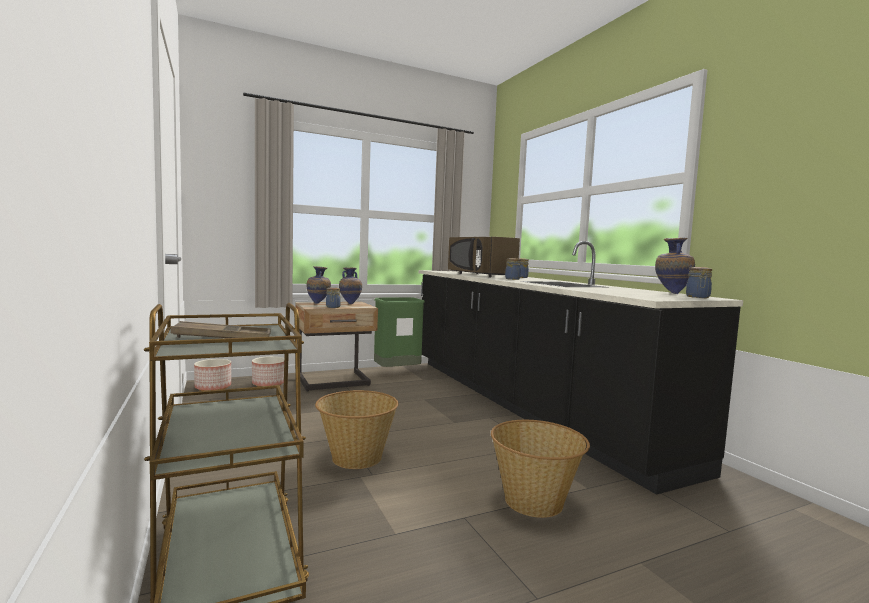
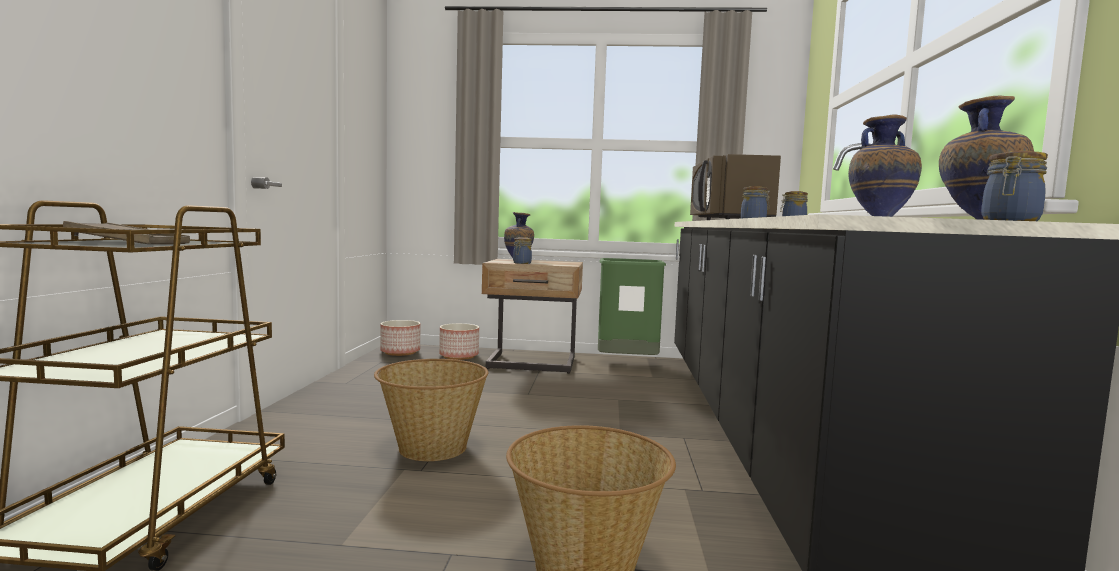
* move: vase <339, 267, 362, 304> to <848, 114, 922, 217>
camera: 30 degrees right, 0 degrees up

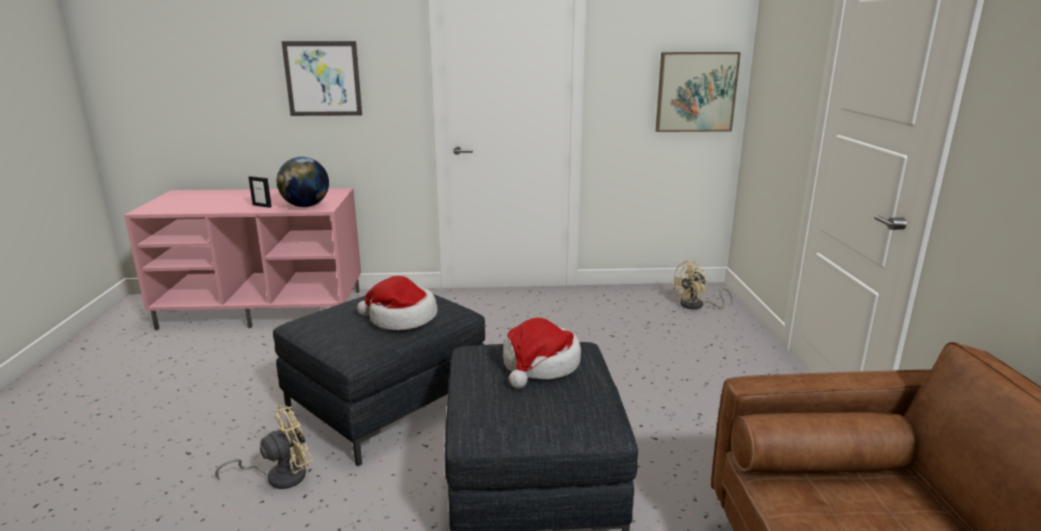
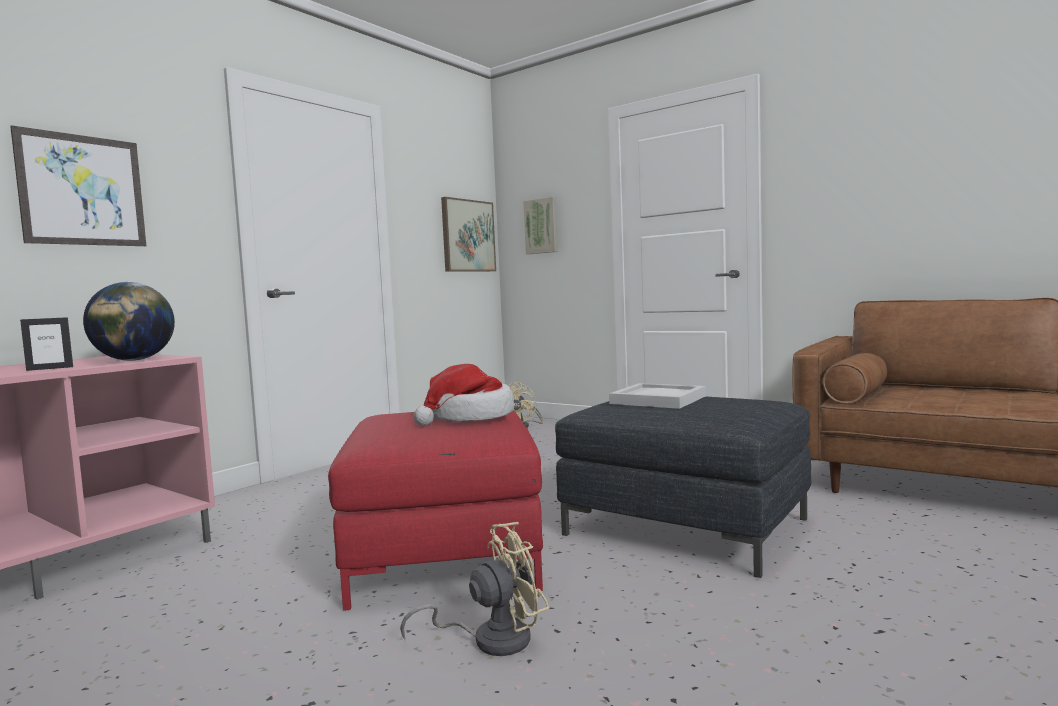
* rotate: beige_fan <215, 405, 313, 489> = <400, 522, 549, 656> 60 degrees clockwise
* recolor: grey_ottoman <273, 294, 485, 466> to red_ottoman <328, 411, 543, 611>
* replace: hat <503, 318, 581, 389> to white_tray <609, 383, 706, 409>
* insert: picture <523, 197, 558, 254>
camera: 50 degrees left, 15 degrees down

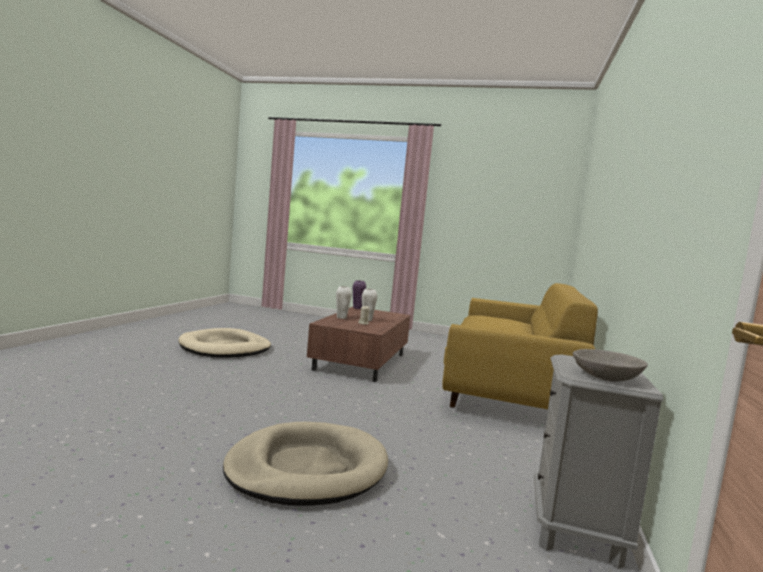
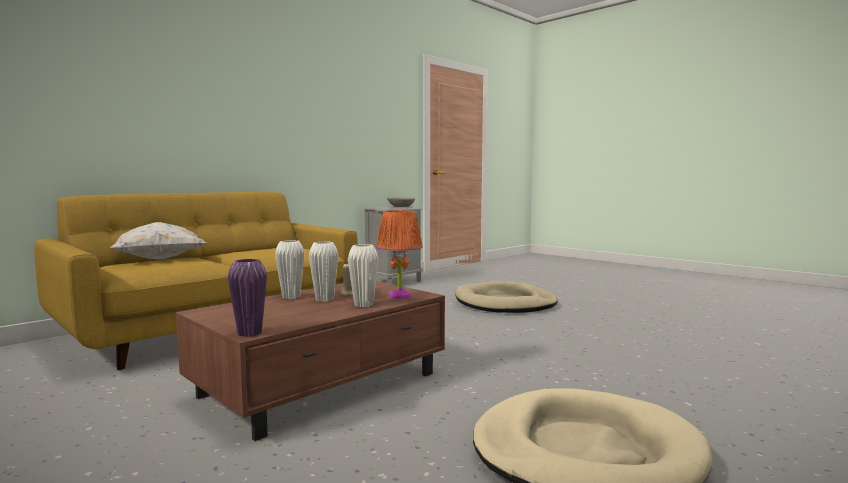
* insert: white_pillow <110, 222, 206, 259>
* insert: white_vase <275, 240, 305, 299>
* insert: orange_table_lamp <376, 210, 423, 299>
camera: 150 degrees left, 0 degrees up

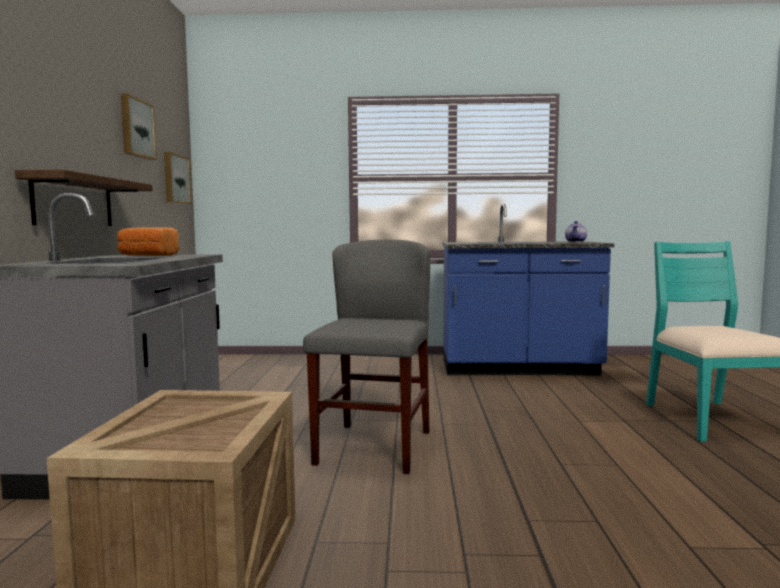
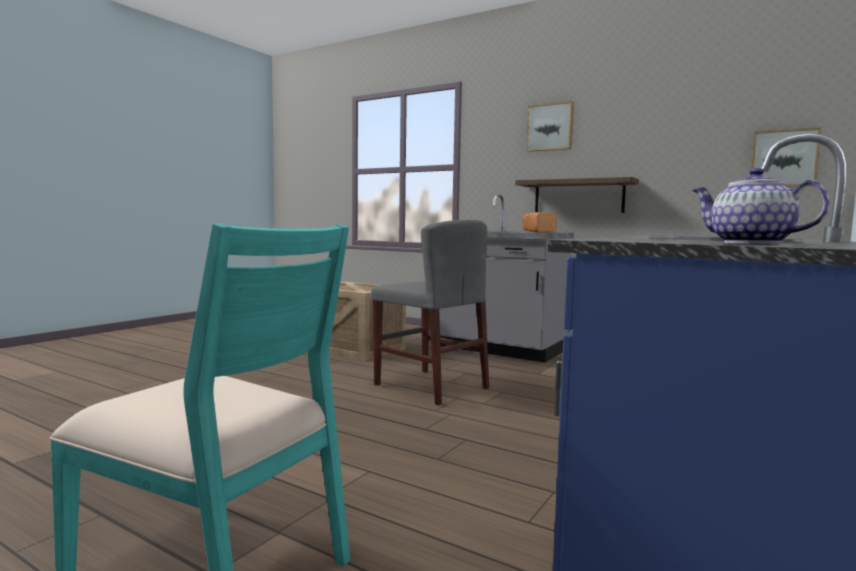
* move: picture <121, 94, 157, 160> to <526, 101, 574, 152>
camera: 120 degrees right, 0 degrees up

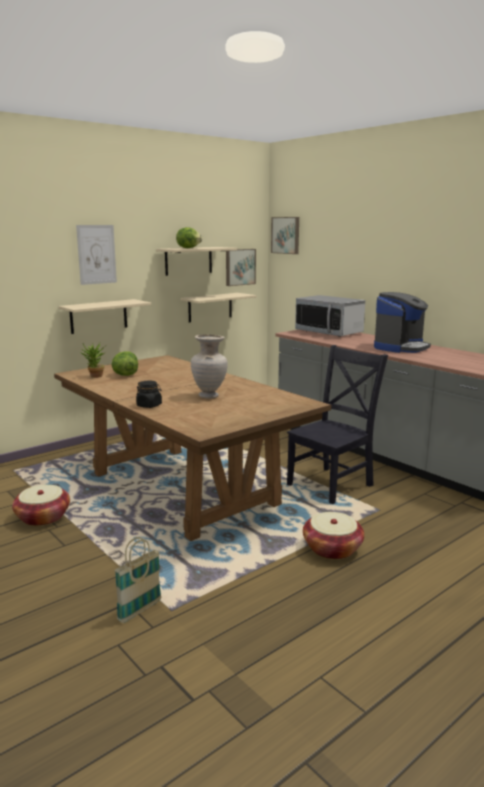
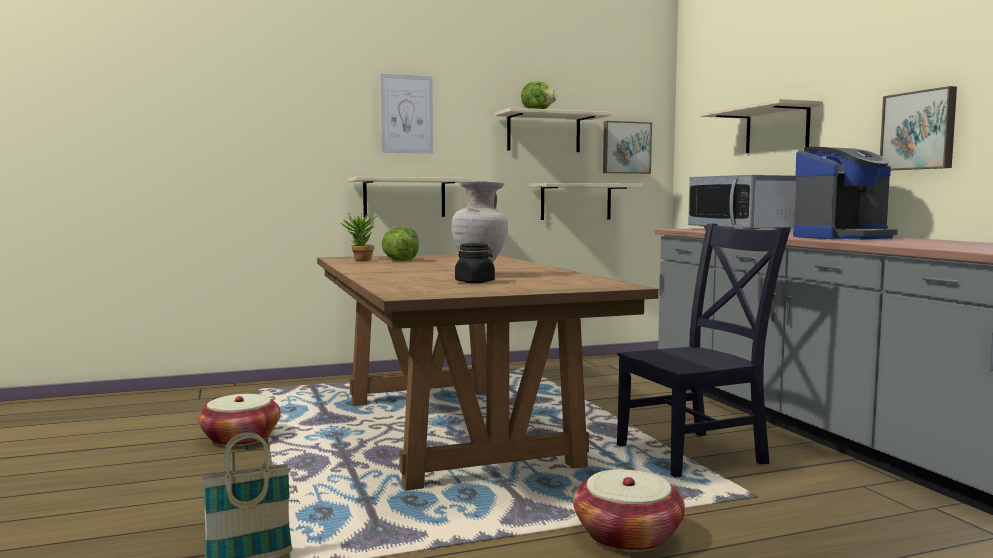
* move: black_jar <136, 381, 162, 408> to <455, 243, 495, 283>
* move: picture <271, 217, 299, 254> to <880, 86, 957, 170>
* insert: beige_shelf <700, 99, 823, 153>
camera: 20 degrees right, 10 degrees down

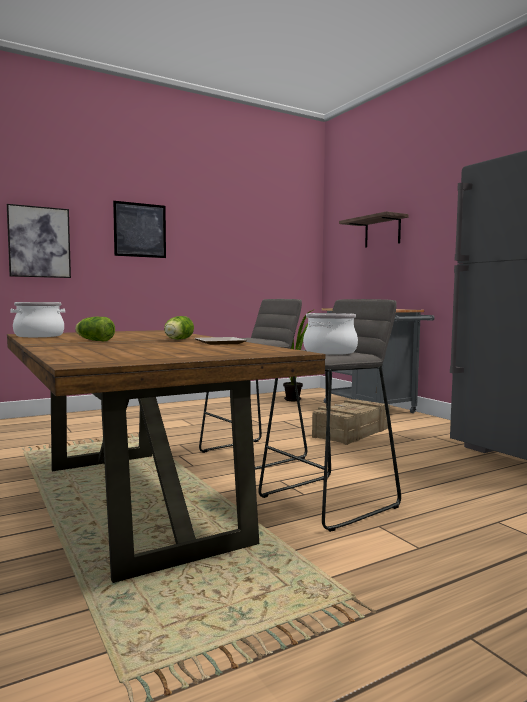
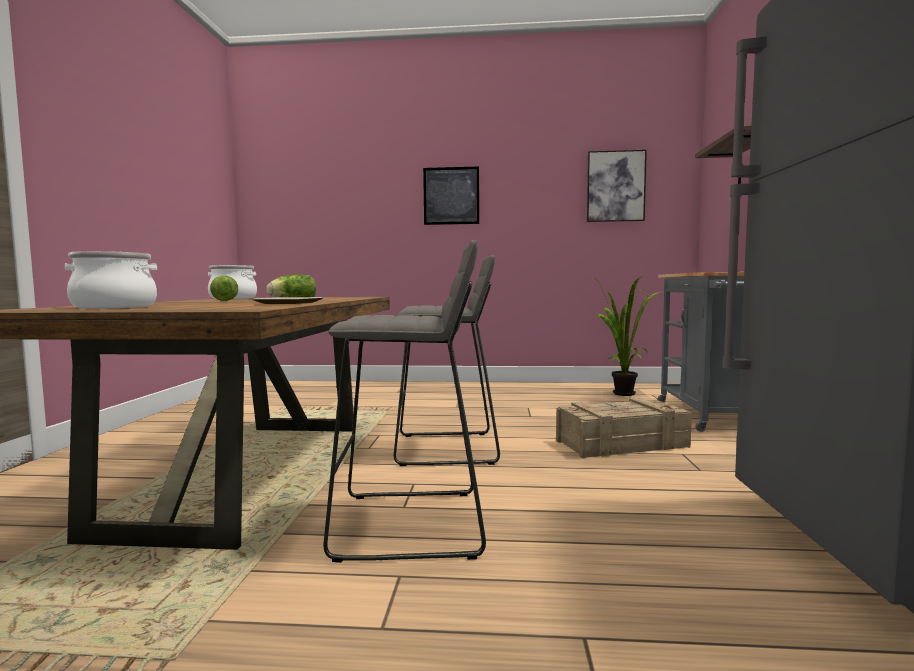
* move: picture <7, 204, 71, 278> to <587, 150, 647, 222>
* move: cooking_pot <303, 313, 358, 355> to <65, 251, 157, 309>
camera: 35 degrees right, 0 degrees up

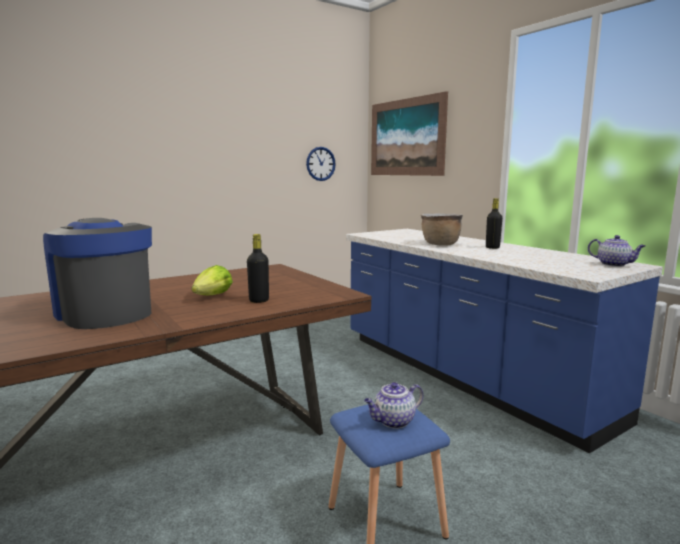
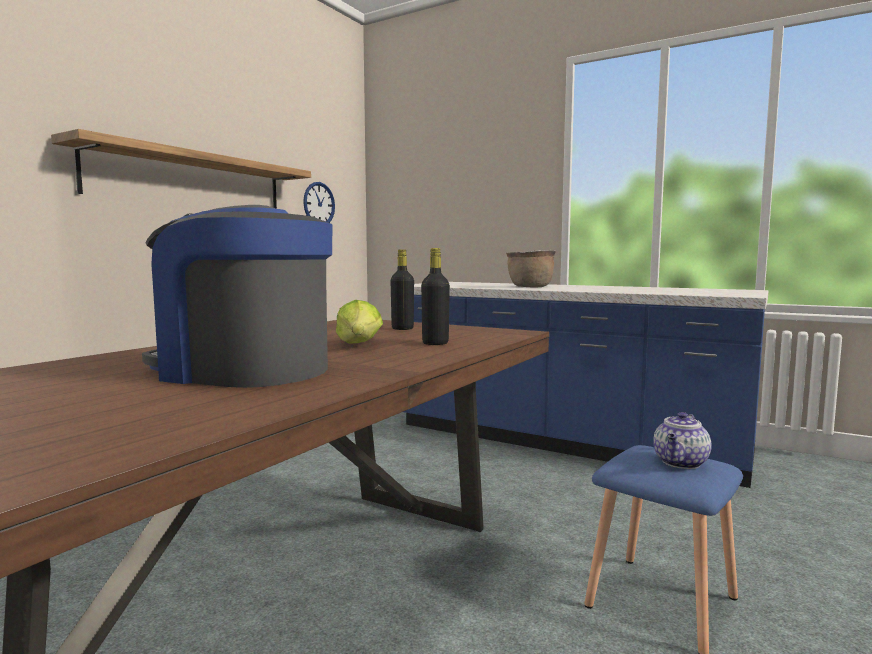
* delete: picture <371, 91, 448, 176>
* move: black_bottle <486, 198, 502, 249> to <391, 249, 414, 330>
* delete: teapot <588, 235, 645, 267>
* insert: shelf <51, 129, 311, 209>
camera: 25 degrees left, 5 degrees down

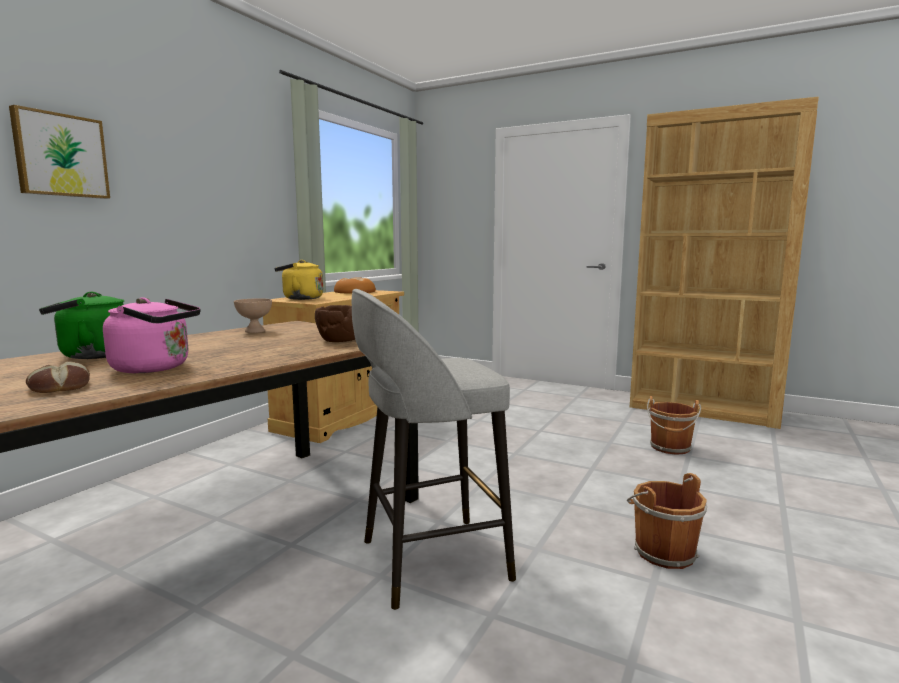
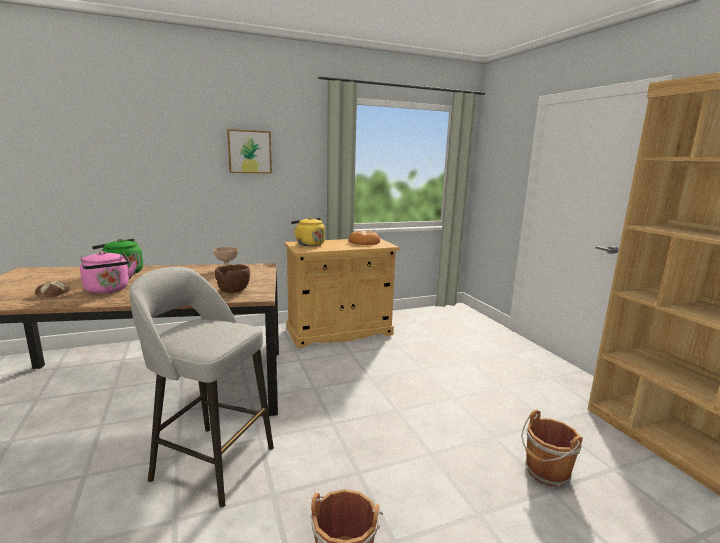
* move: picture <9, 105, 110, 199> to <227, 129, 272, 173>
camera: 40 degrees right, 5 degrees up

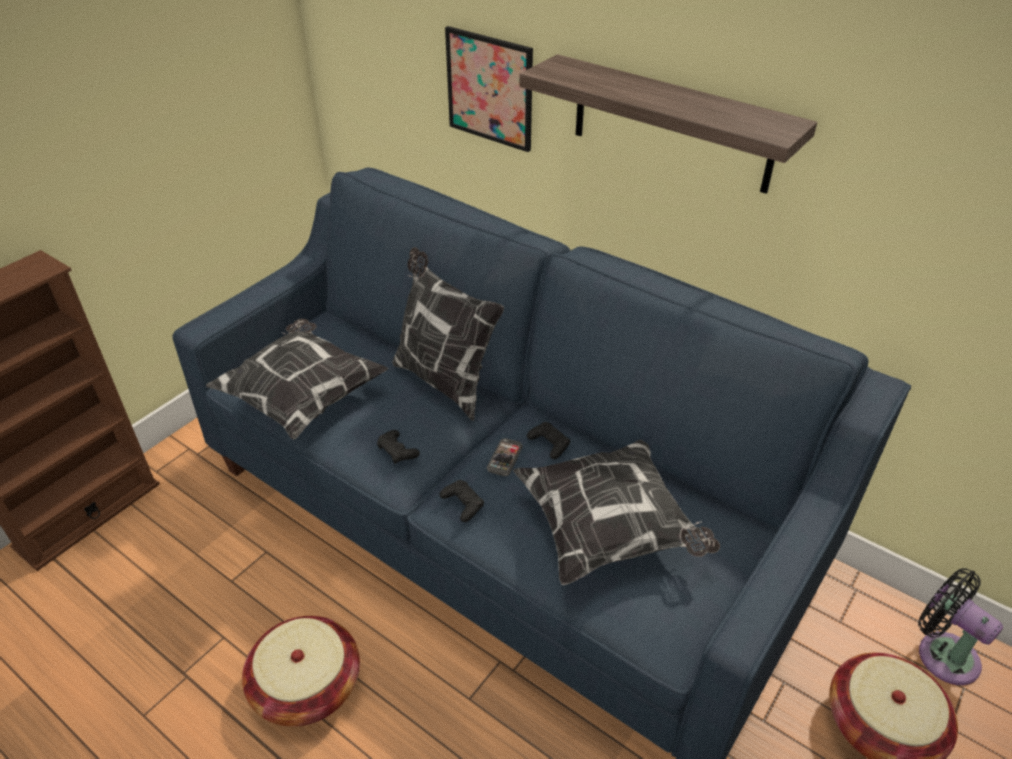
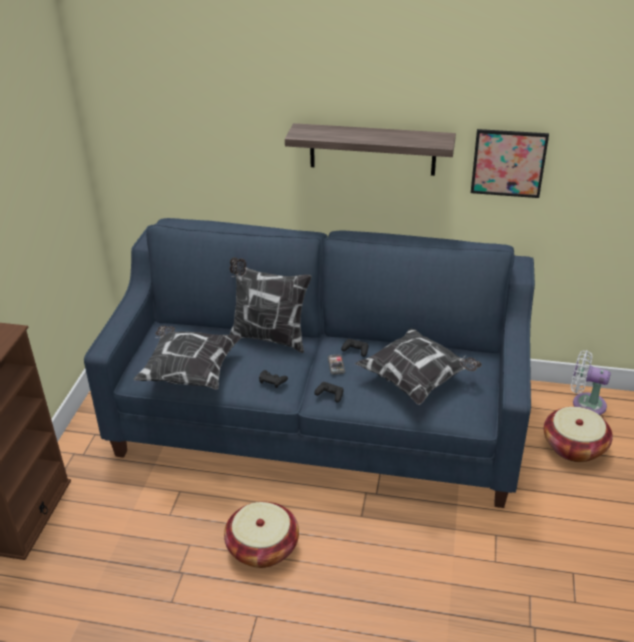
* move: picture <445, 26, 533, 152> to <471, 129, 549, 198>
* recolor: black_fan <918, 568, 1003, 685> to white_fan <571, 350, 611, 415>
camera: 25 degrees left, 5 degrees down

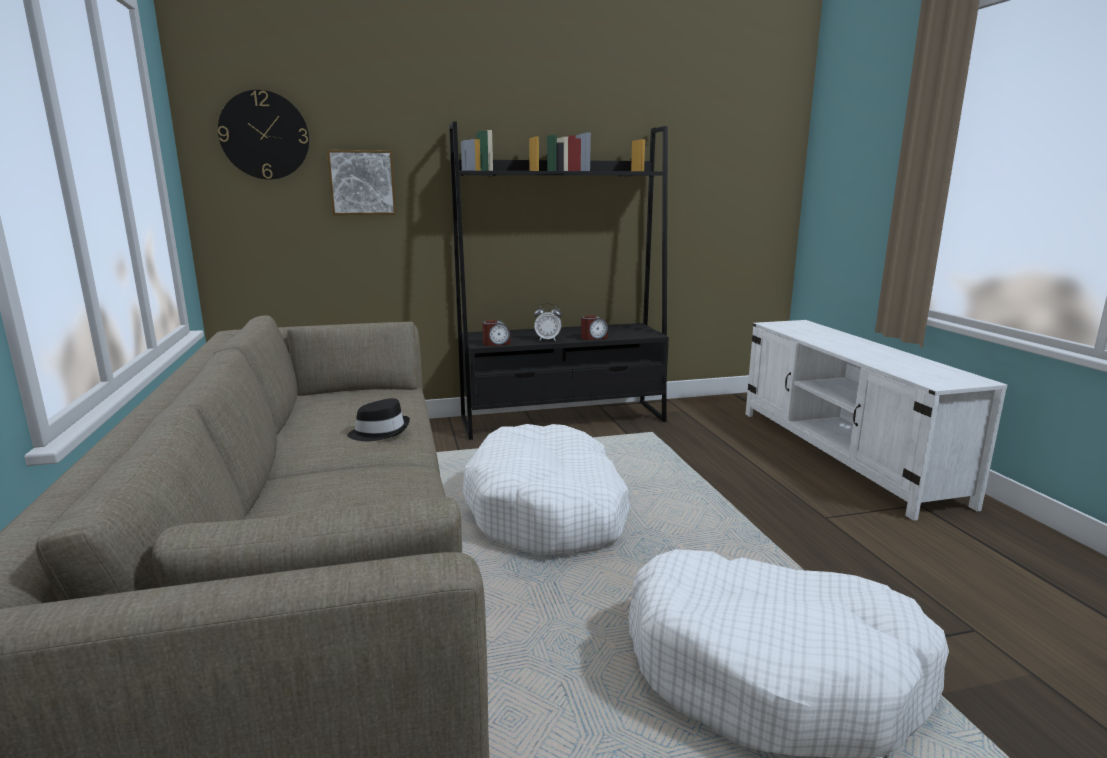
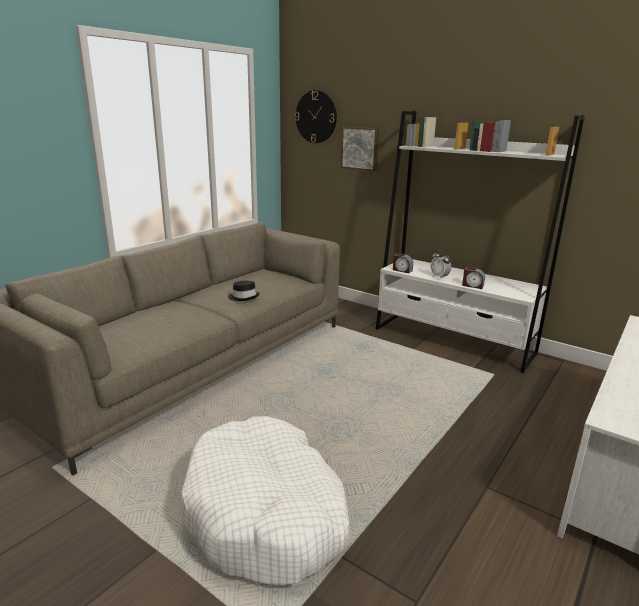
* recolor: black_bookcase <449, 121, 669, 440> to white_bookcase <376, 111, 585, 373>
* delete: white_dog_bed <463, 424, 630, 555>
camera: 50 degrees right, 5 degrees up

